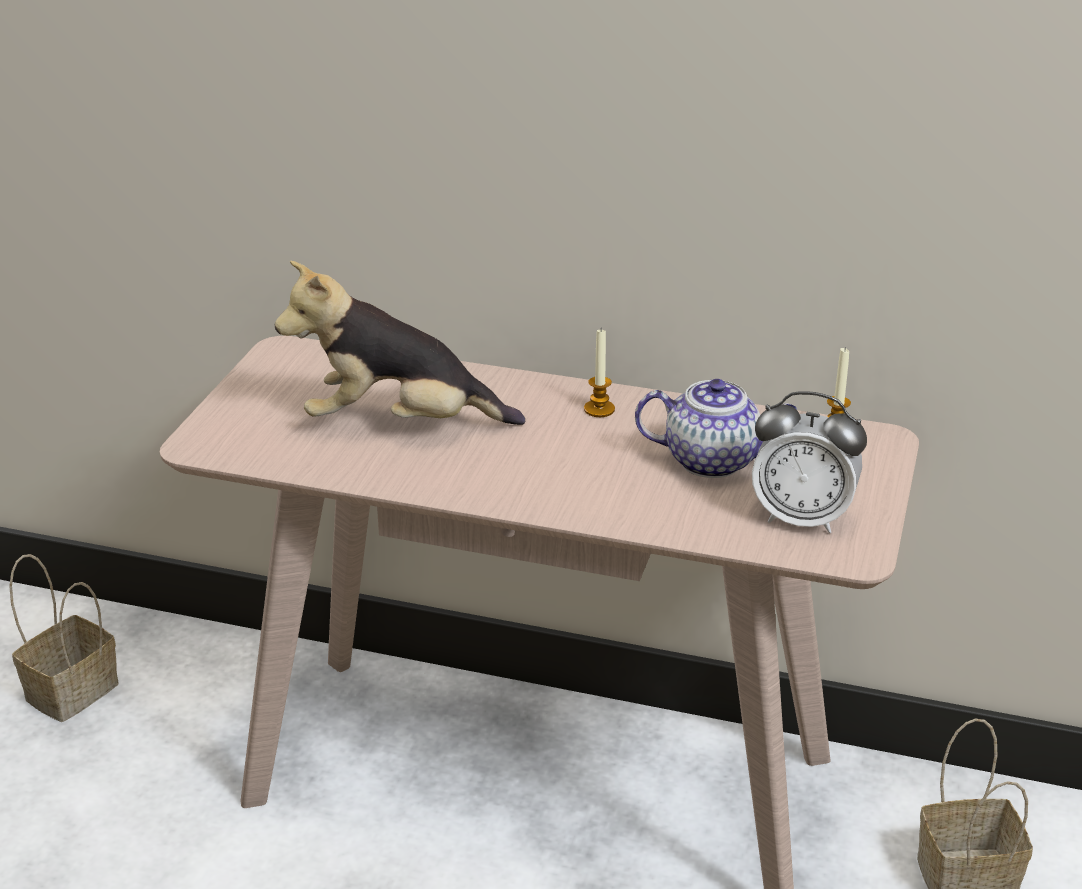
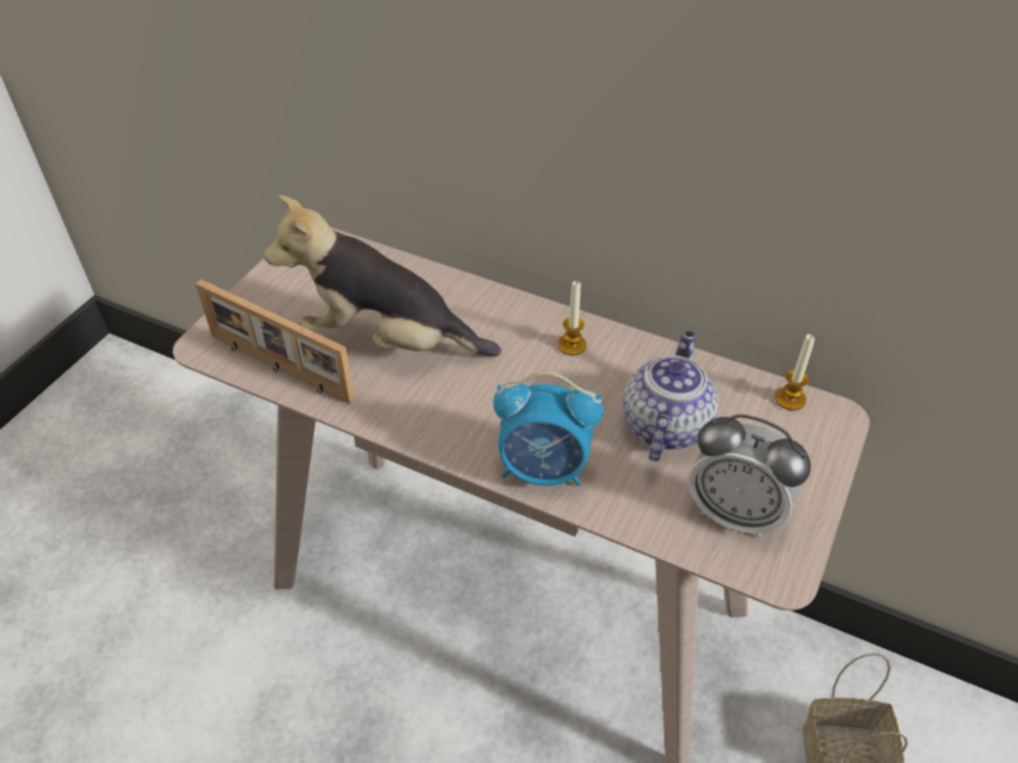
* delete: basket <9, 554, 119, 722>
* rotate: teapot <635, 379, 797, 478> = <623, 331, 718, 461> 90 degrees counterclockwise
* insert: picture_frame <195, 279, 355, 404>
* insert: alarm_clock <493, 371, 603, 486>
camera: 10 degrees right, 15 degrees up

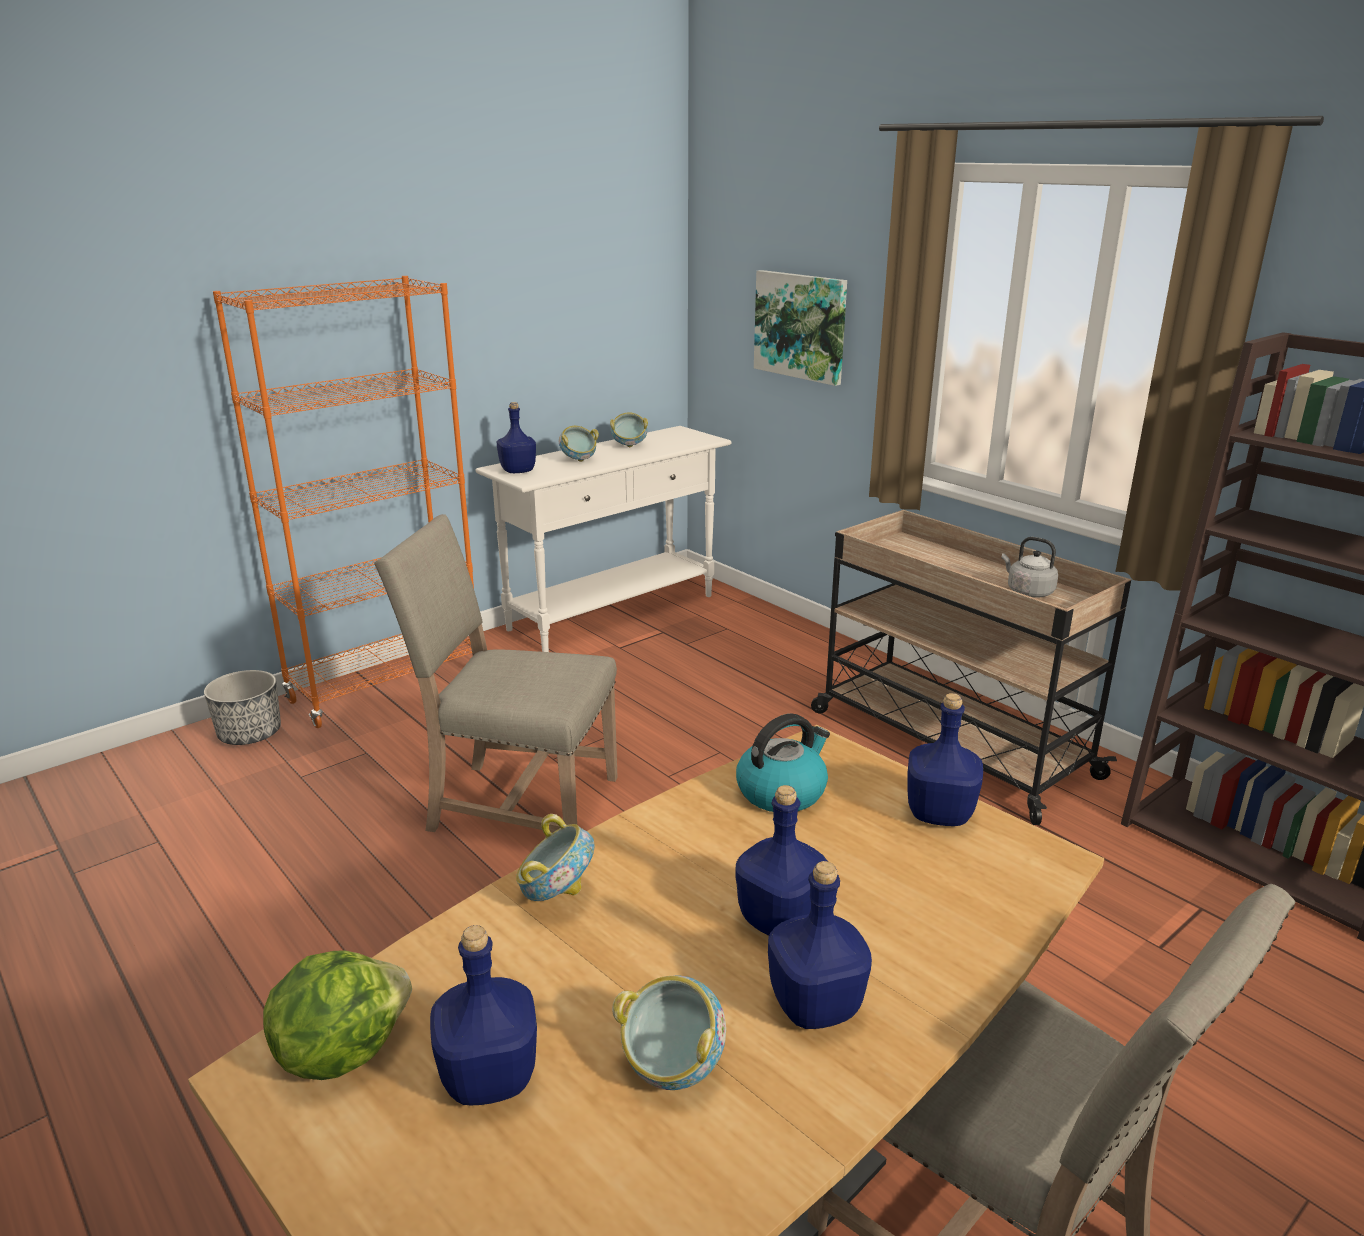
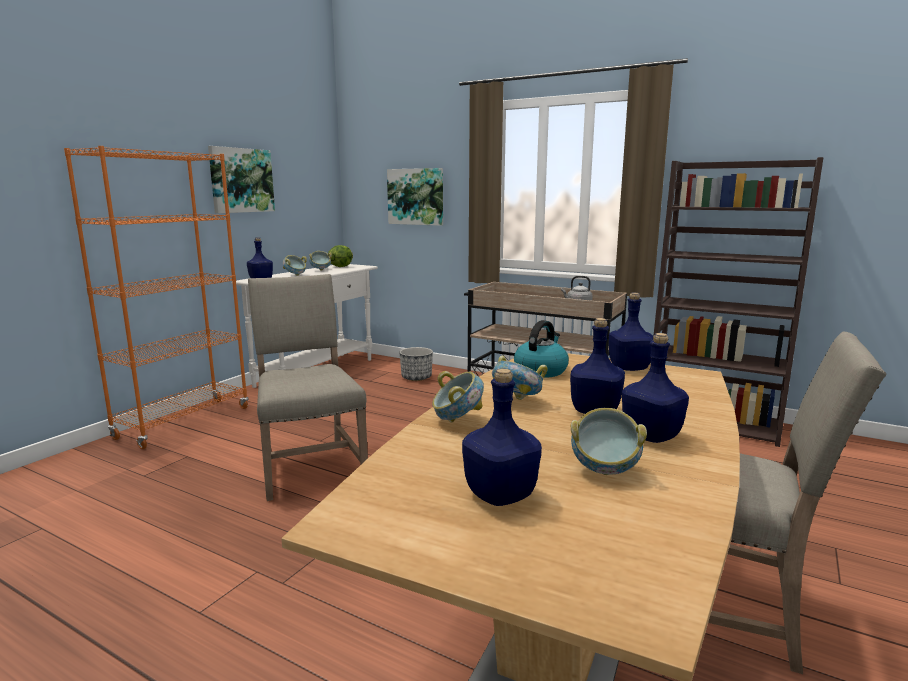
* move: planter <204, 670, 281, 745> to <399, 347, 433, 381>
* move: lettuce <263, 951, 412, 1080> to <328, 245, 353, 267>
* rotate: beige_chair <374, 514, 618, 832> = <248, 274, 368, 501> 75 degrees clockwise
* insert: picture <208, 146, 275, 213>
* insert: bowl <492, 356, 548, 400>
camera: 20 degrees left, 10 degrees down

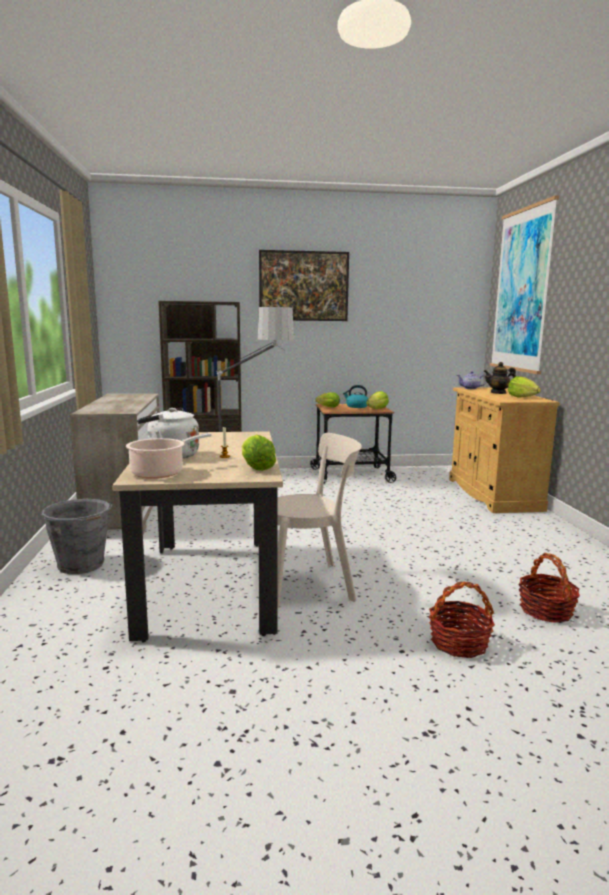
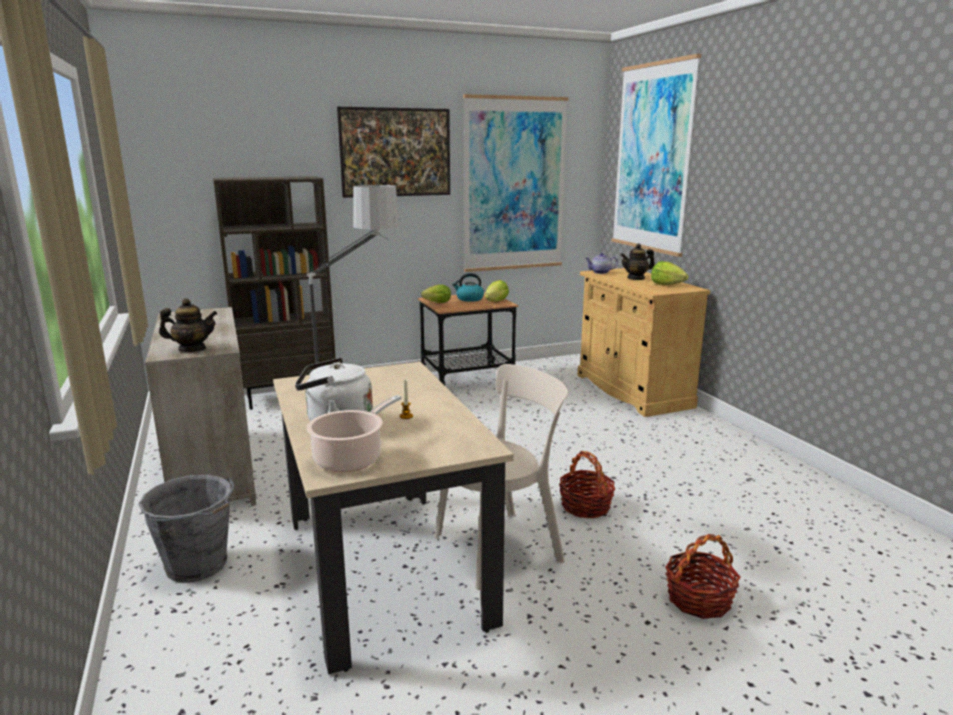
* delete: lettuce <242, 435, 276, 471>
* move: basket <519, 553, 580, 623> to <559, 451, 615, 518>
* insert: teapot <159, 298, 217, 352>
* insert: picture <463, 94, 569, 272>
camera: 15 degrees left, 5 degrees up

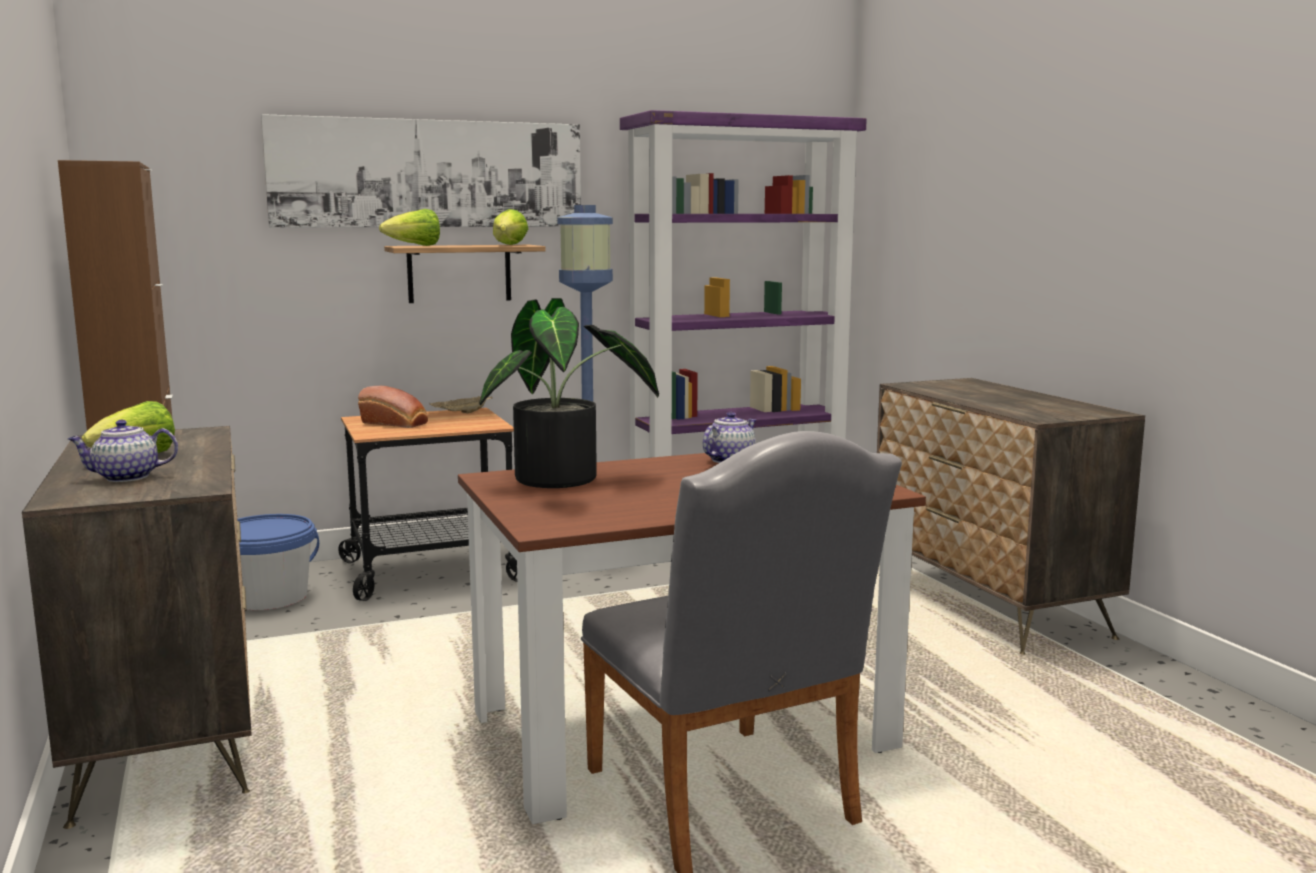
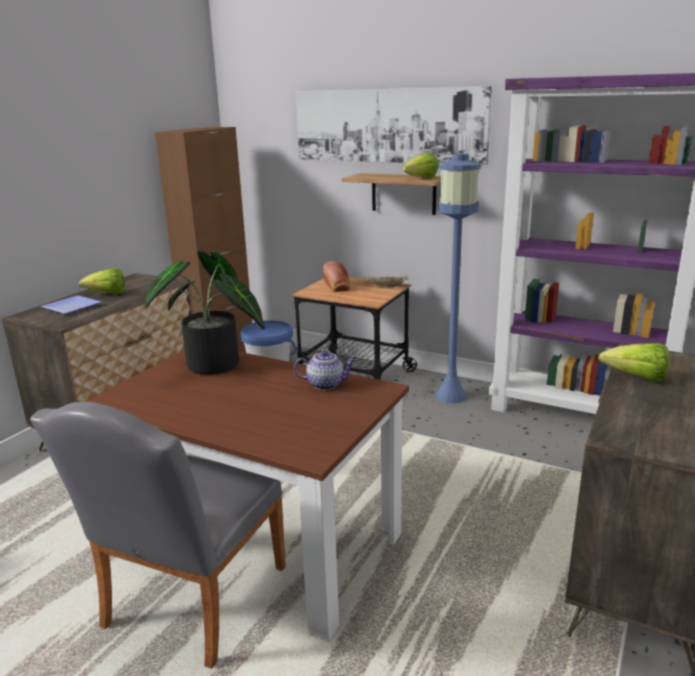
* replace: teapot <68, 420, 178, 482> to plate <40, 295, 102, 314>
* move: lettuce <379, 209, 440, 246> to <598, 343, 670, 382>
camera: 50 degrees right, 10 degrees up

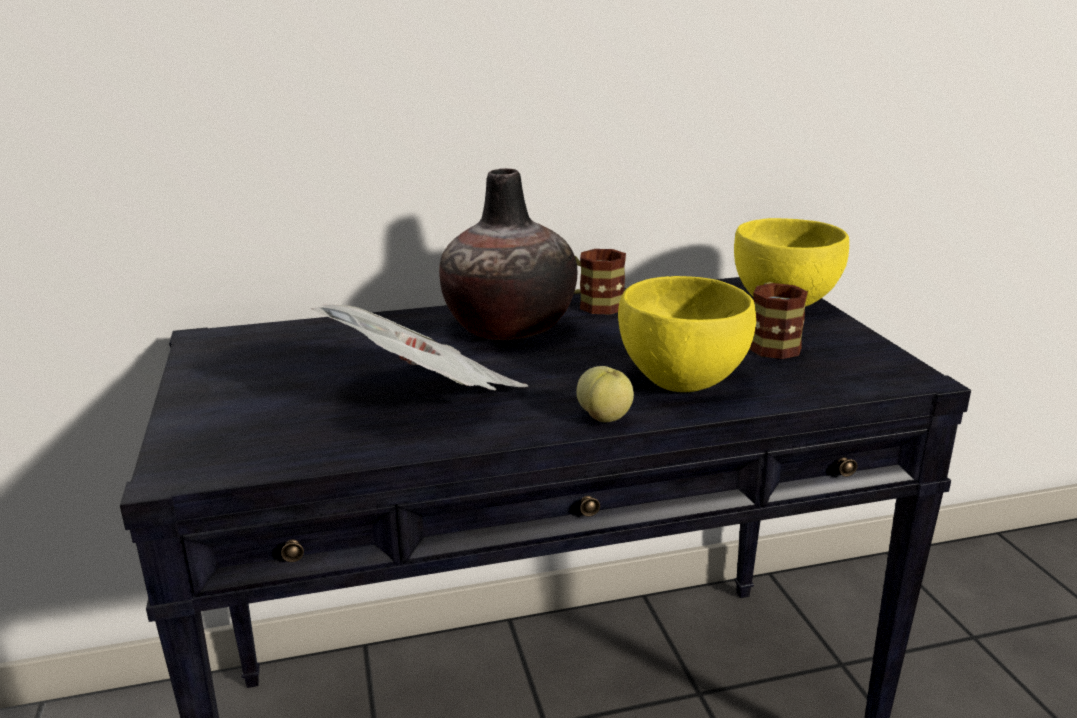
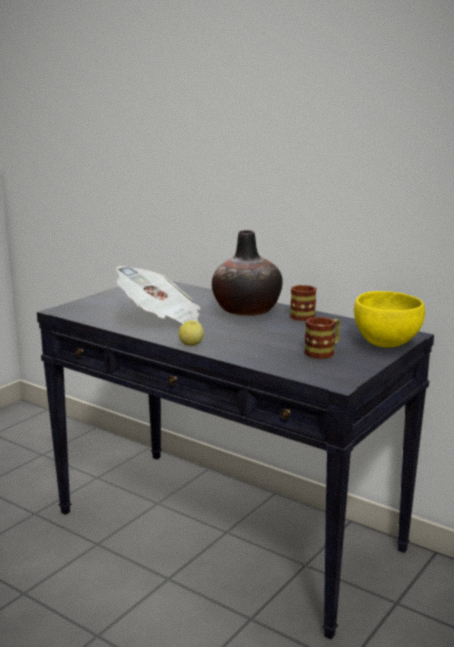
* delete: yellow_bowl <618, 276, 756, 392>
camera: 50 degrees right, 5 degrees down

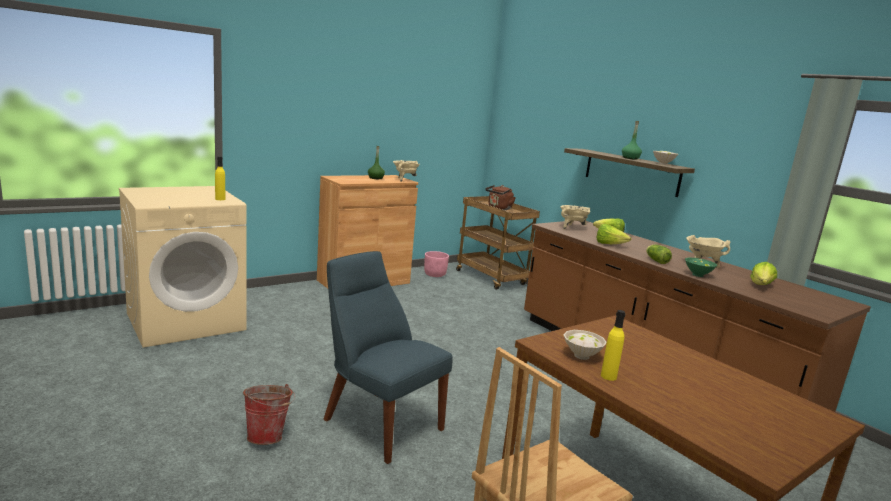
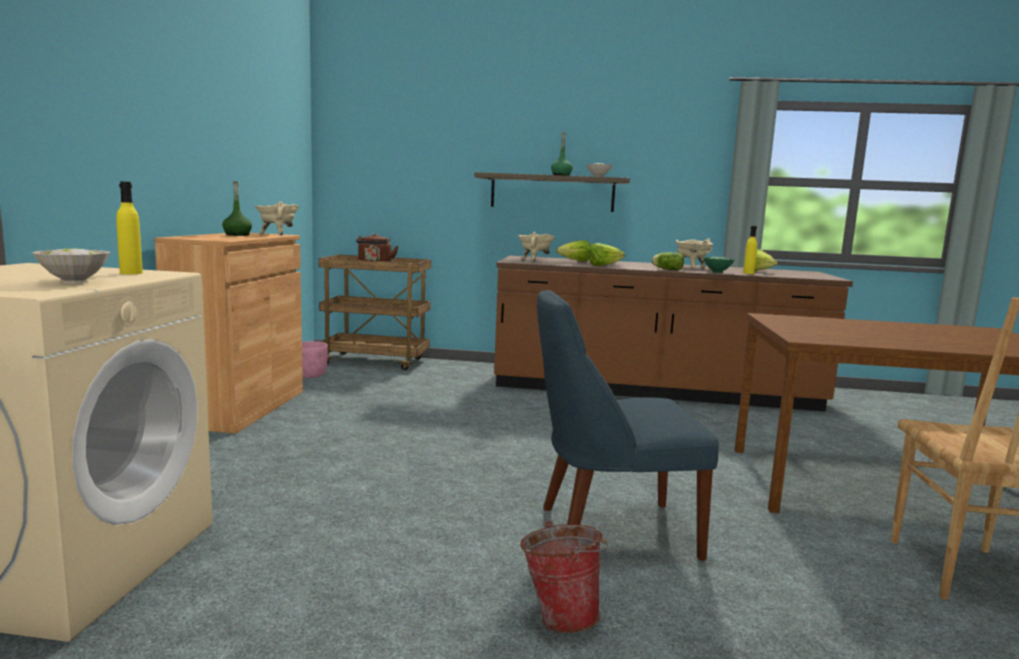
* move: white_bowl <564, 330, 607, 360> to <32, 248, 111, 284>
* move: yellow_bottle <601, 310, 625, 381> to <743, 226, 757, 274>
camera: 45 degrees left, 5 degrees down

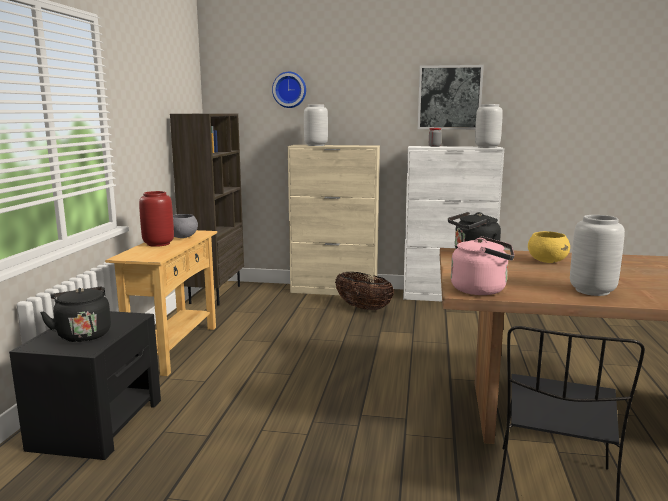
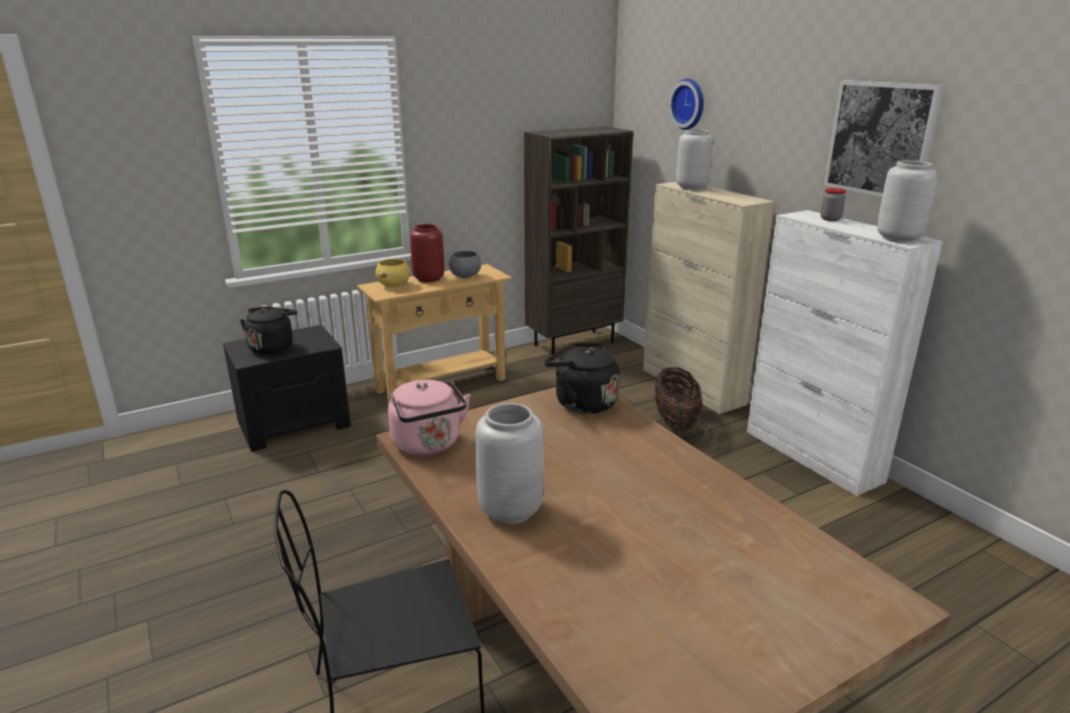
* move: yellow_bowl <528, 231, 570, 263> to <376, 259, 410, 287>
camera: 50 degrees right, 10 degrees up

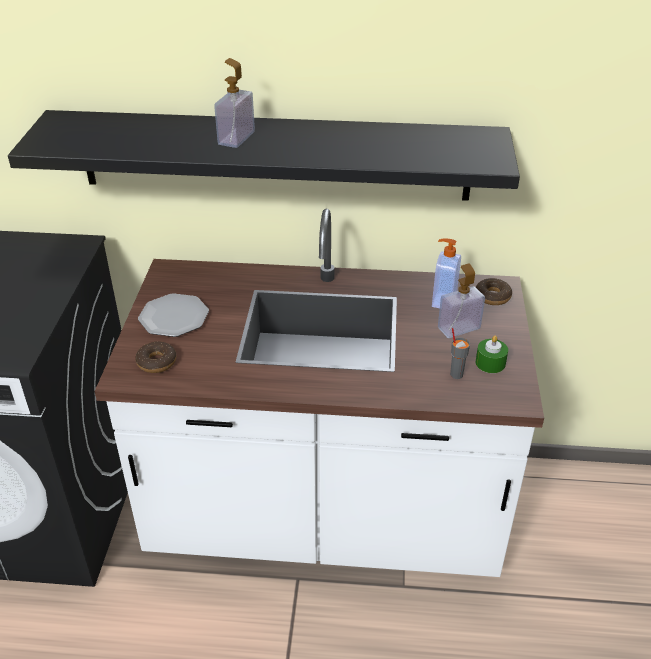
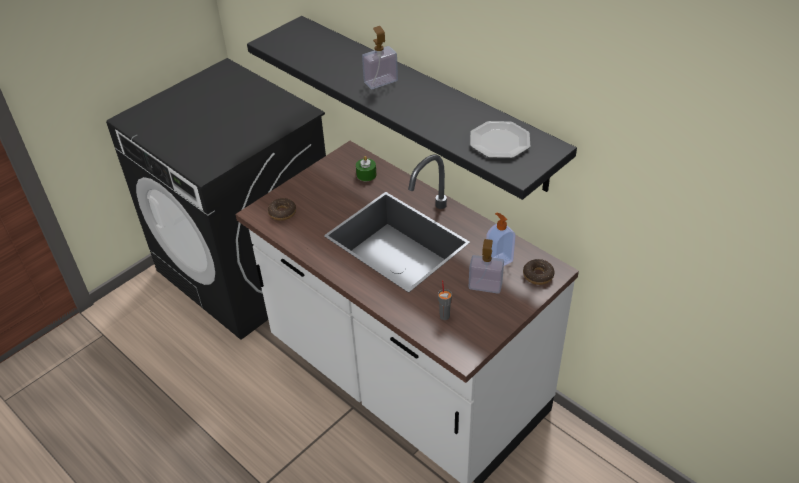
* move: plate <138, 293, 209, 337> to <470, 121, 530, 158>
* move: green_candle <476, 335, 508, 373> to <356, 156, 377, 181>
camera: 40 degrees right, 5 degrees up

